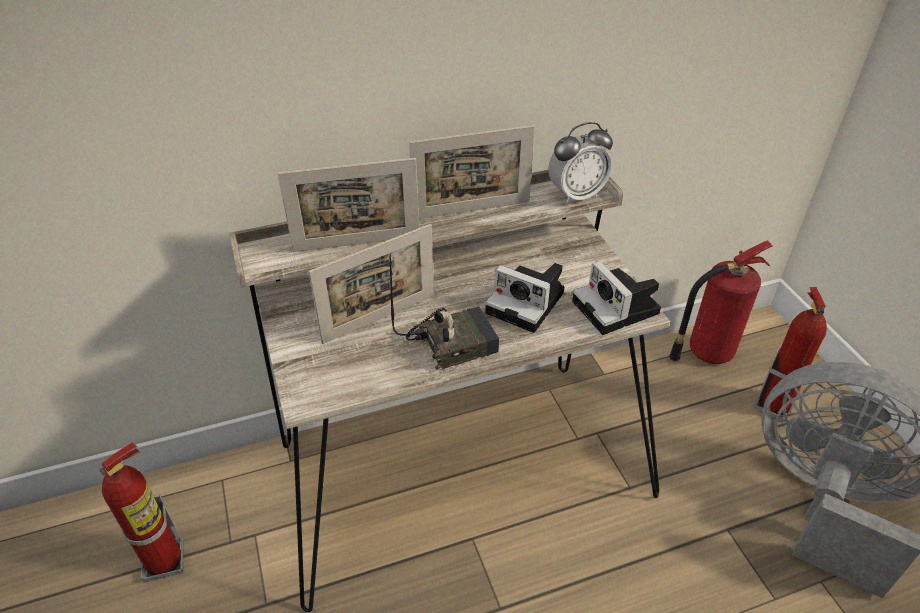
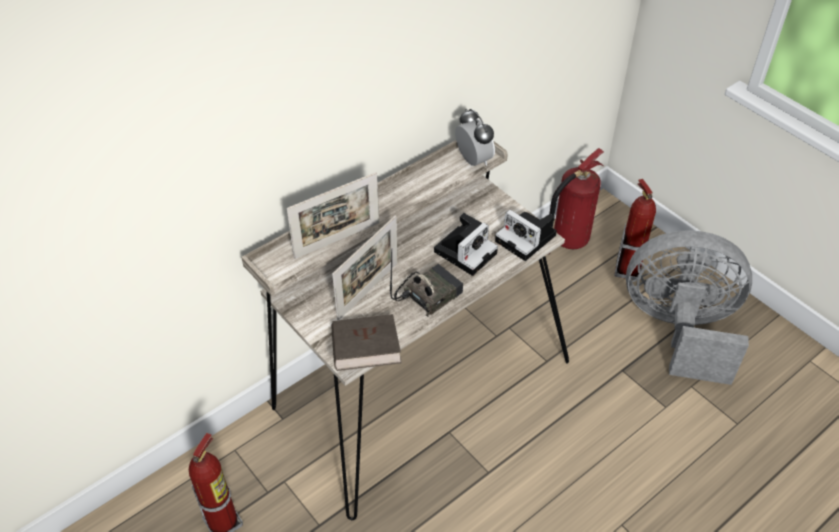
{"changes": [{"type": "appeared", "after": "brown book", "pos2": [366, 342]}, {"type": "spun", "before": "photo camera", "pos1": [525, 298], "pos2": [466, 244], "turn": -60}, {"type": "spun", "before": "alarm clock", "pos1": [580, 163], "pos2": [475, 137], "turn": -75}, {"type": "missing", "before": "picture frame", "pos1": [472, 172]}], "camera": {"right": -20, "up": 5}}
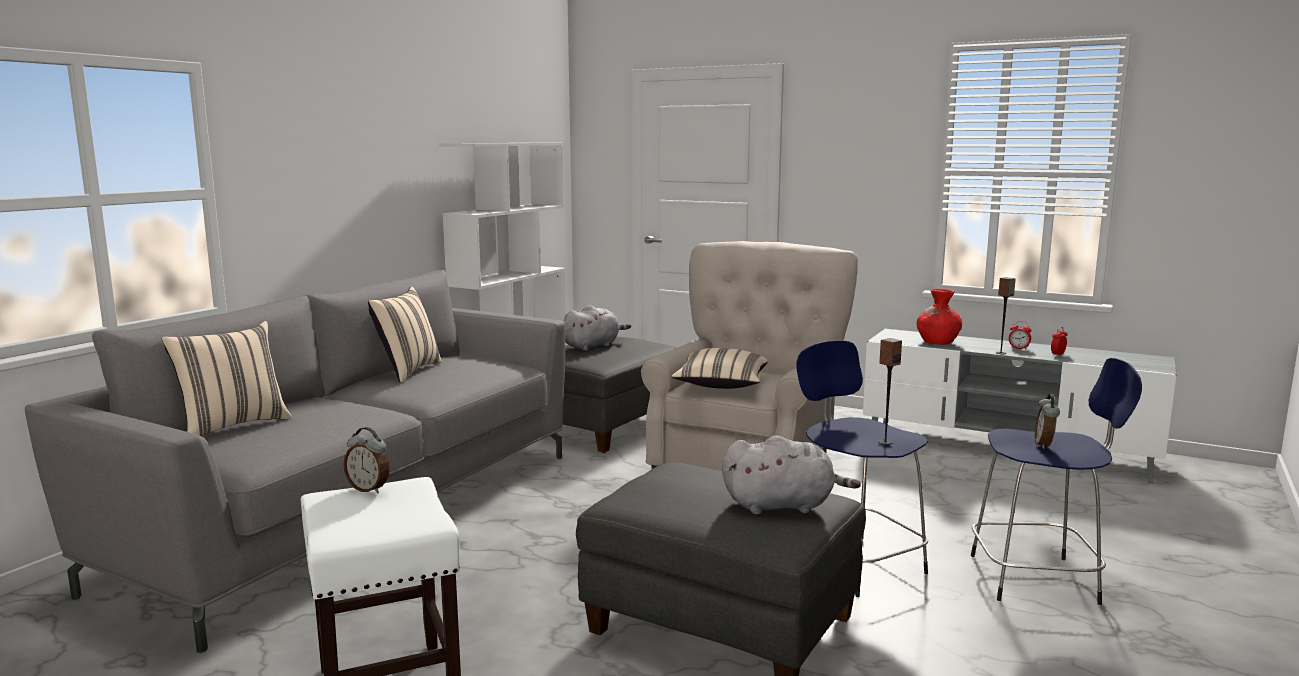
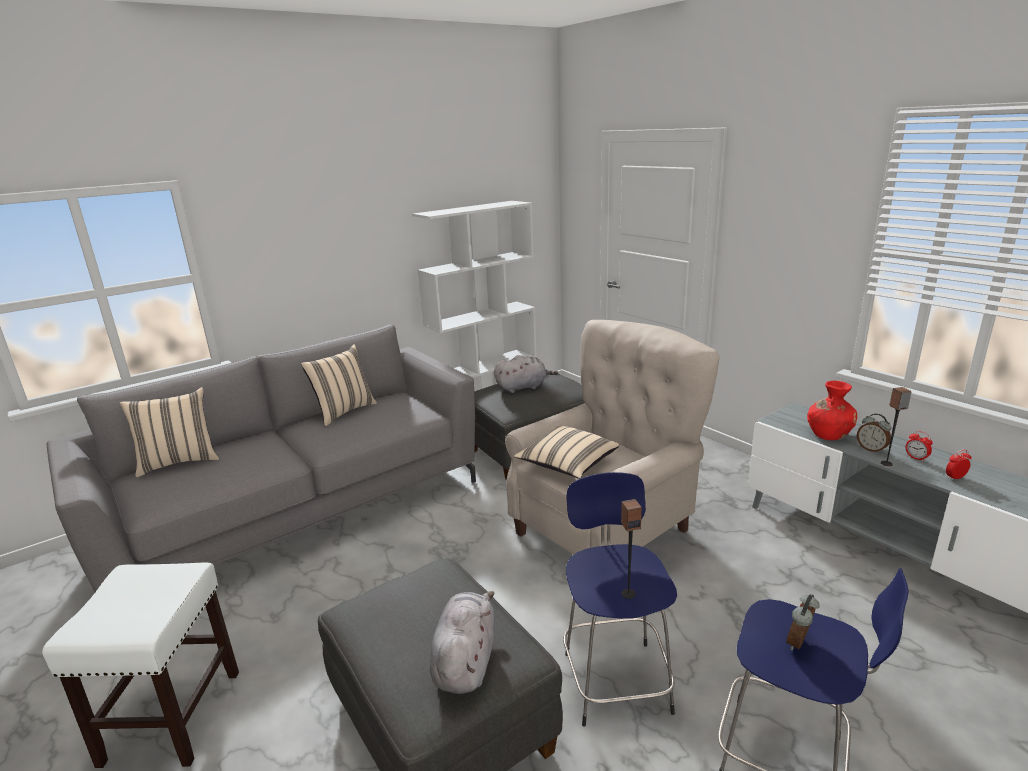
{"changes": [{"type": "spun", "before": "grey plush toy", "pos1": [791, 475], "pos2": [462, 642], "turn": -105}, {"type": "relocated", "before": "alarm clock", "pos1": [367, 460], "pos2": [874, 433]}], "camera": {"right": 25, "up": 10}}
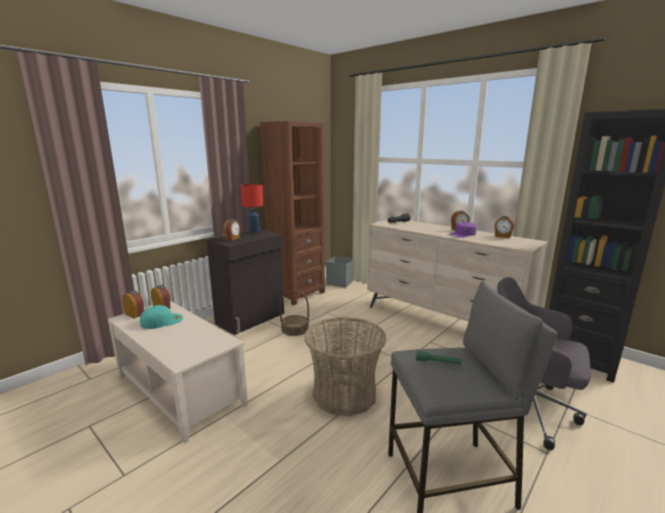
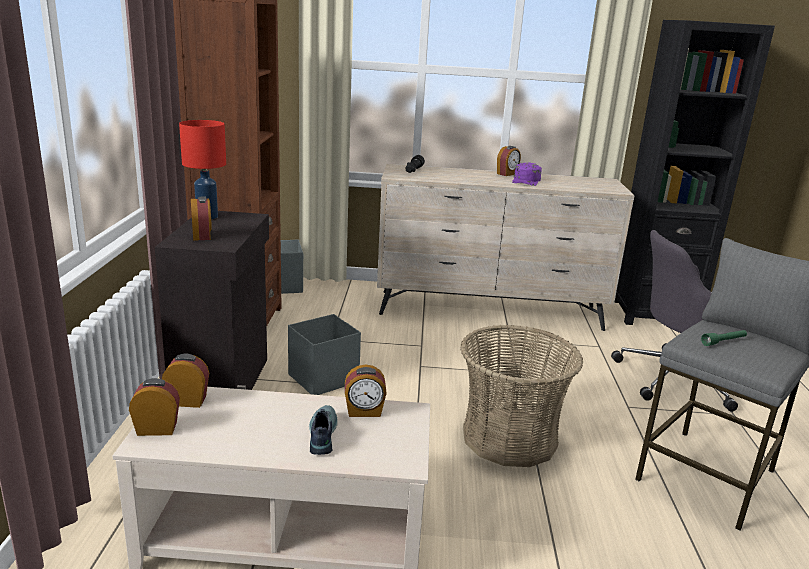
{"changes": [{"type": "exchanged", "before": "basket", "after": "grey storage box", "pos1": [294, 313], "pos2": [324, 354]}, {"type": "appeared", "after": "shoe", "pos2": [323, 430]}, {"type": "relocated", "before": "alarm clock", "pos1": [505, 227], "pos2": [366, 390]}, {"type": "missing", "before": "turquoise cap", "pos1": [161, 317]}], "camera": {"right": -40, "up": 5}}
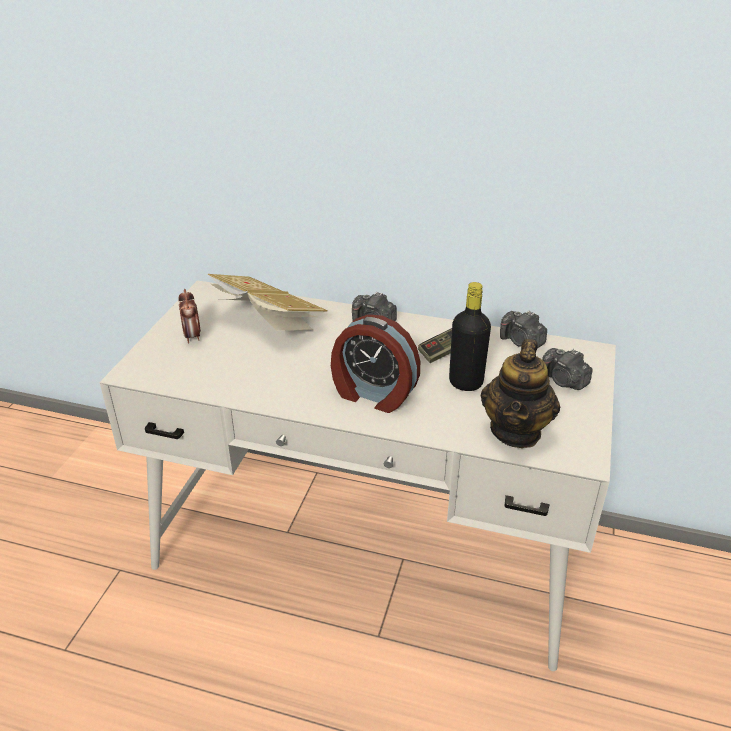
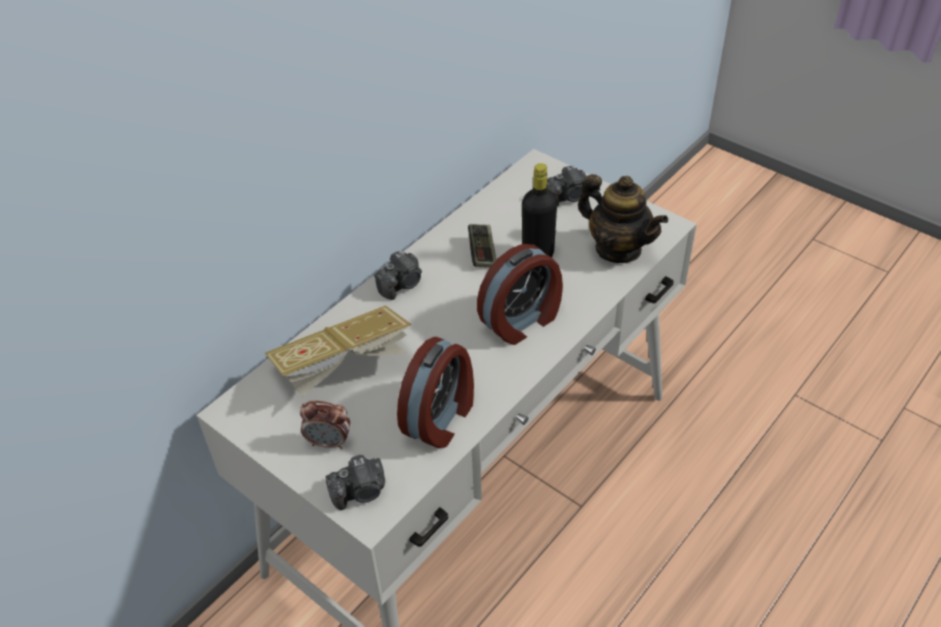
{"changes": [{"type": "relocated", "before": "photo camera", "pos1": [523, 329], "pos2": [355, 482]}, {"type": "appeared", "after": "alarm clock", "pos2": [435, 392]}], "camera": {"right": -65, "up": 10}}
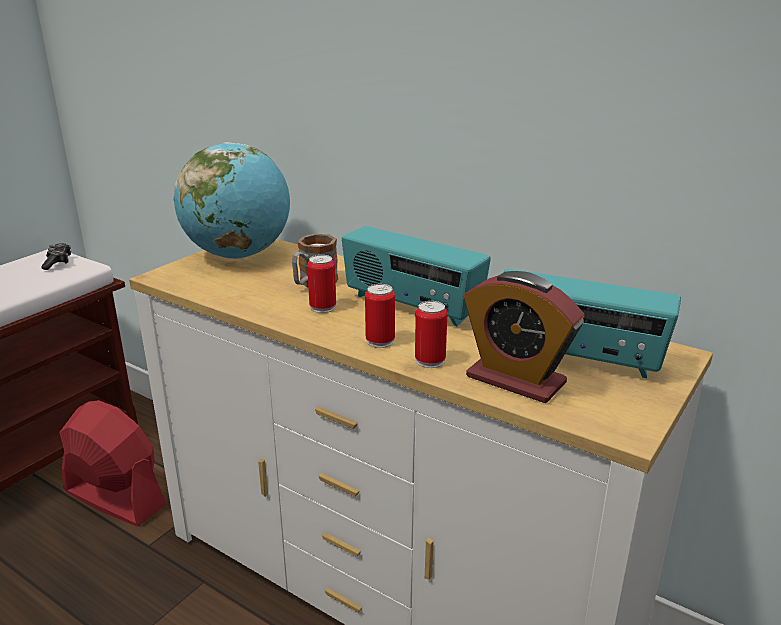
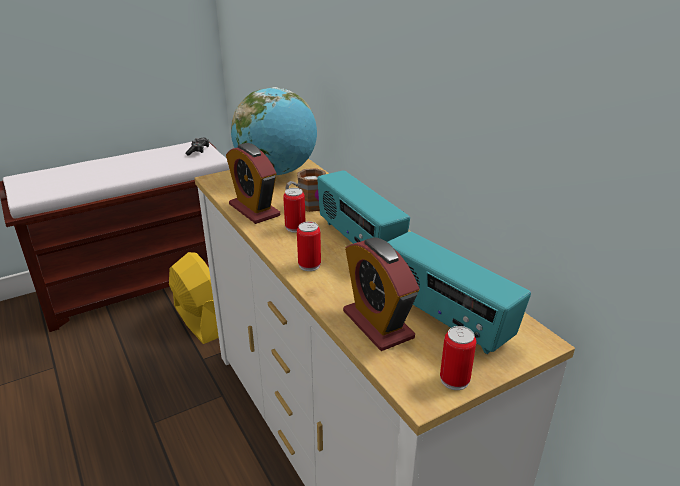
{"changes": [{"type": "colour", "before": "red fan", "after": "yellow fan", "pos1": [113, 463], "pos2": [194, 298]}, {"type": "appeared", "after": "alarm clock", "pos2": [253, 183]}, {"type": "relocated", "before": "can", "pos1": [431, 334], "pos2": [458, 358]}], "camera": {"right": 25, "up": 5}}
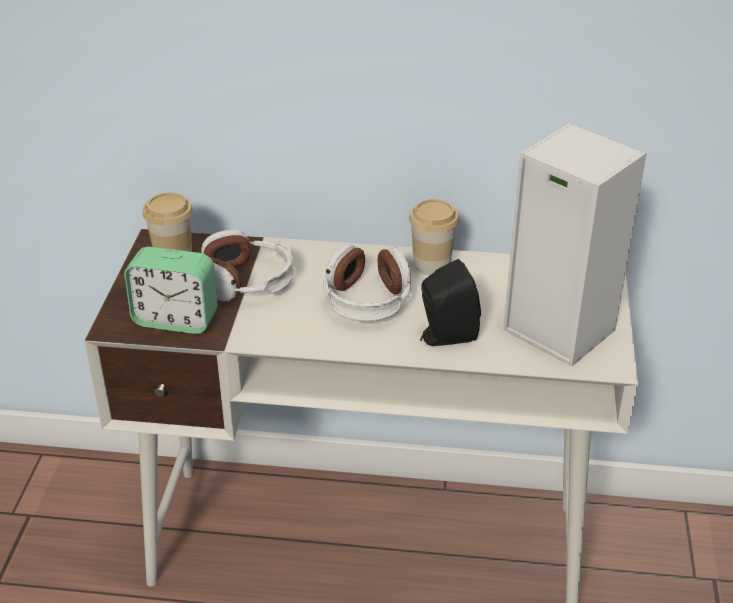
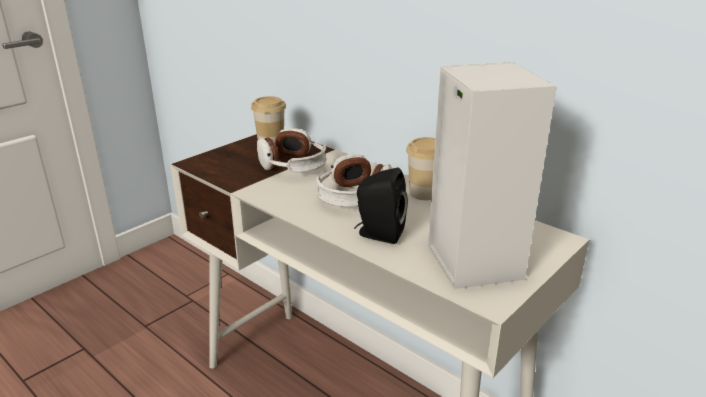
{"changes": [{"type": "missing", "before": "alarm clock", "pos1": [171, 290]}], "camera": {"right": 35, "up": -10}}
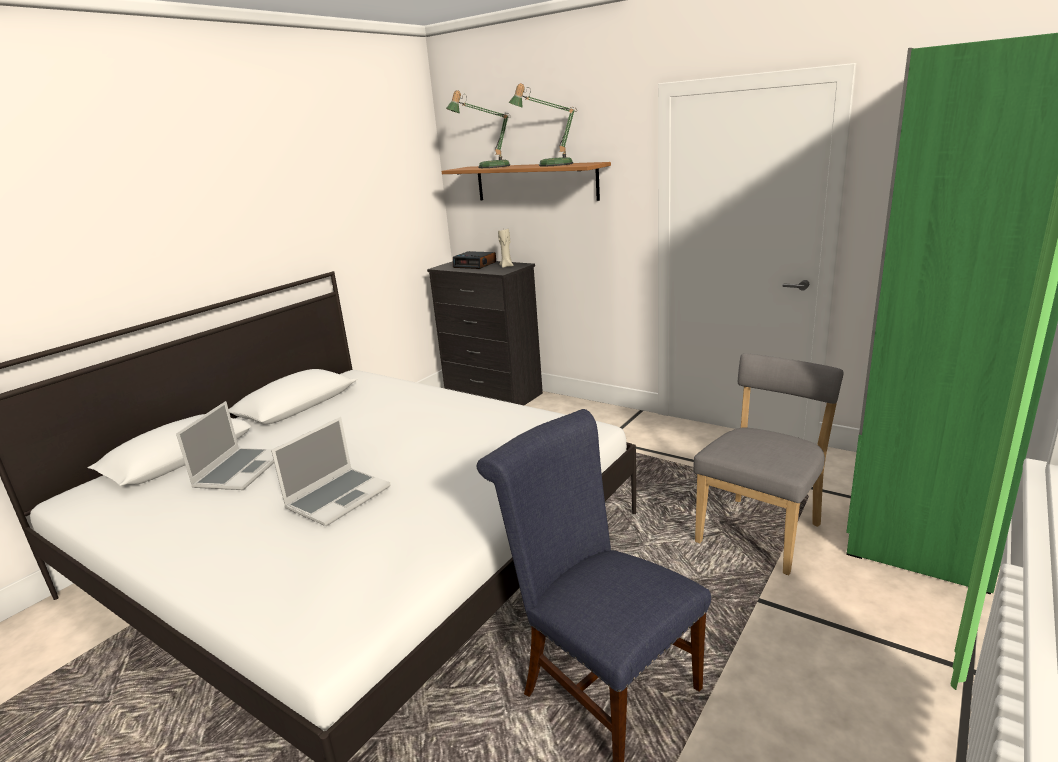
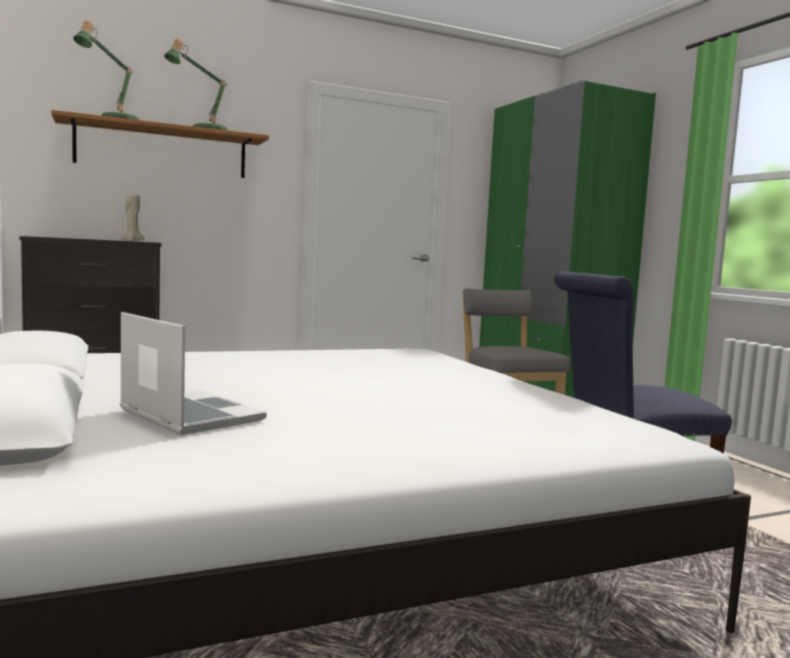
{"changes": [{"type": "missing", "before": "laptop", "pos1": [331, 471]}, {"type": "missing", "before": "alarm clock", "pos1": [474, 260]}], "camera": {"right": -60, "up": -15}}
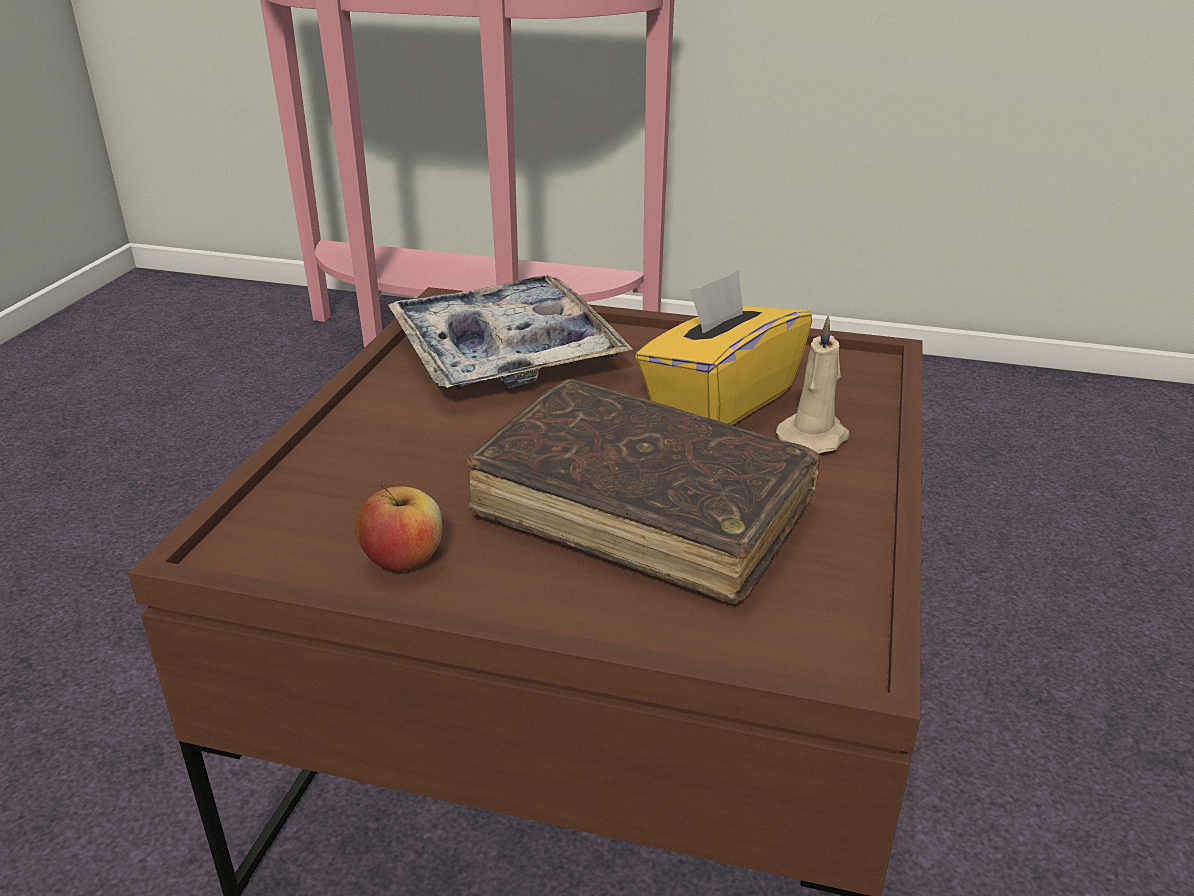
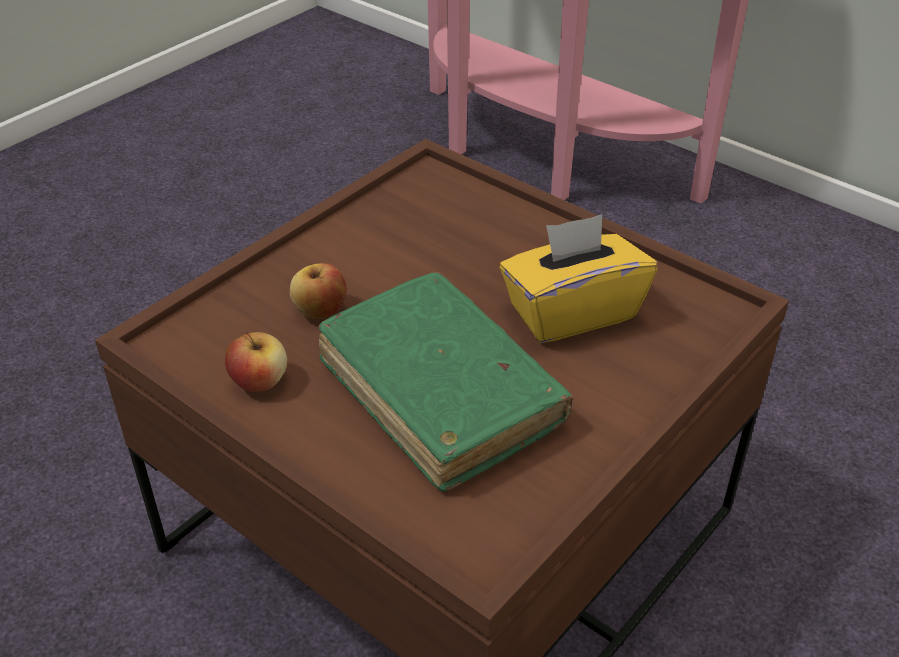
{"changes": [{"type": "appeared", "after": "apple", "pos2": [318, 291]}, {"type": "colour", "before": "brown book", "after": "green book", "pos1": [643, 491], "pos2": [445, 382]}, {"type": "missing", "before": "tray", "pos1": [510, 332]}, {"type": "missing", "before": "beige candle", "pos1": [813, 384]}], "camera": {"right": 25, "up": 10}}
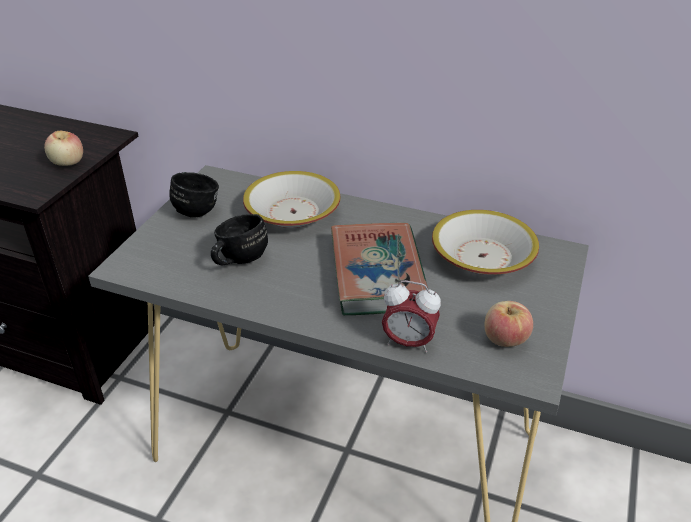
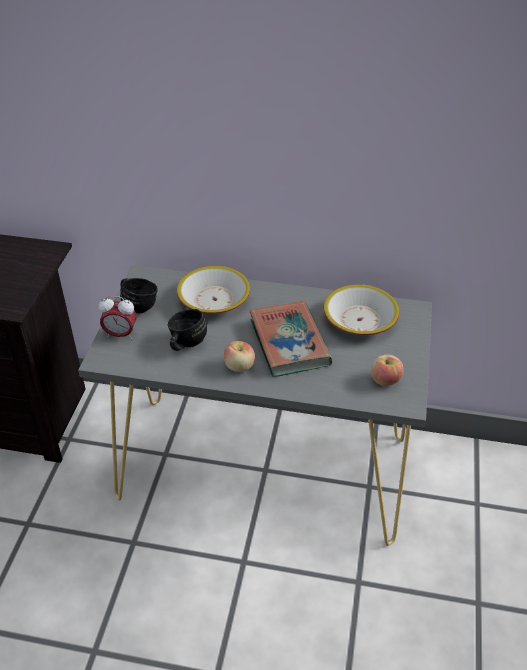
{"changes": [{"type": "relocated", "before": "alarm clock", "pos1": [411, 316], "pos2": [117, 318]}, {"type": "relocated", "before": "apple", "pos1": [63, 148], "pos2": [239, 356]}], "camera": {"right": -10, "up": 5}}
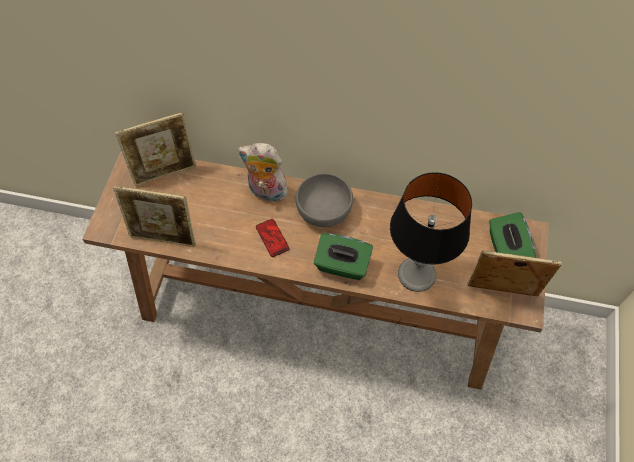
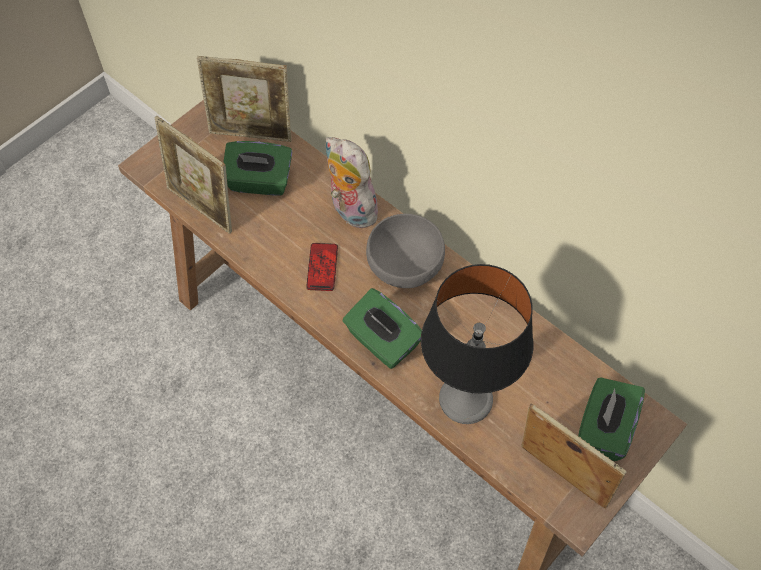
{"changes": [{"type": "appeared", "after": "green tissue box", "pos2": [257, 168]}], "camera": {"right": 30, "up": 0}}
